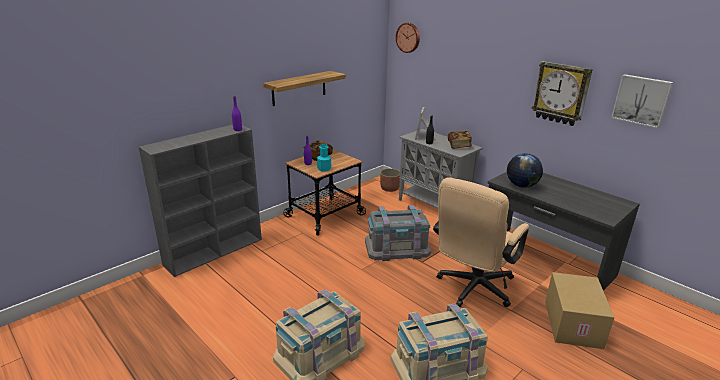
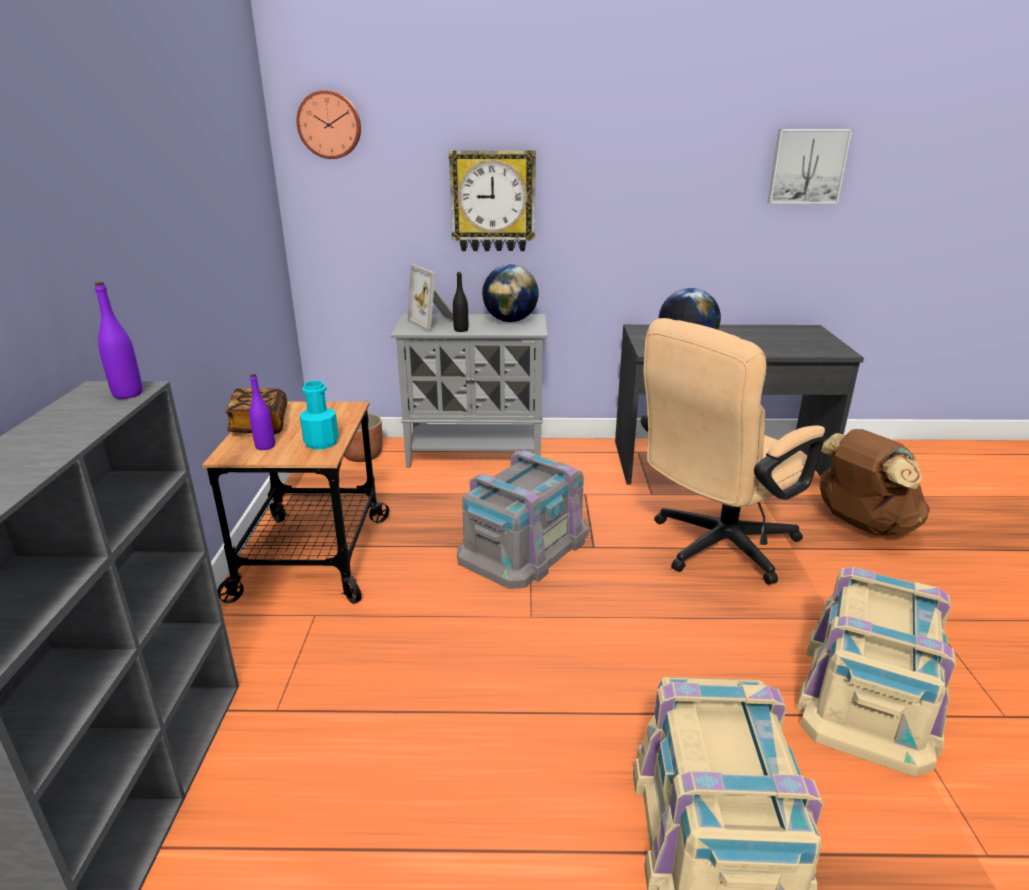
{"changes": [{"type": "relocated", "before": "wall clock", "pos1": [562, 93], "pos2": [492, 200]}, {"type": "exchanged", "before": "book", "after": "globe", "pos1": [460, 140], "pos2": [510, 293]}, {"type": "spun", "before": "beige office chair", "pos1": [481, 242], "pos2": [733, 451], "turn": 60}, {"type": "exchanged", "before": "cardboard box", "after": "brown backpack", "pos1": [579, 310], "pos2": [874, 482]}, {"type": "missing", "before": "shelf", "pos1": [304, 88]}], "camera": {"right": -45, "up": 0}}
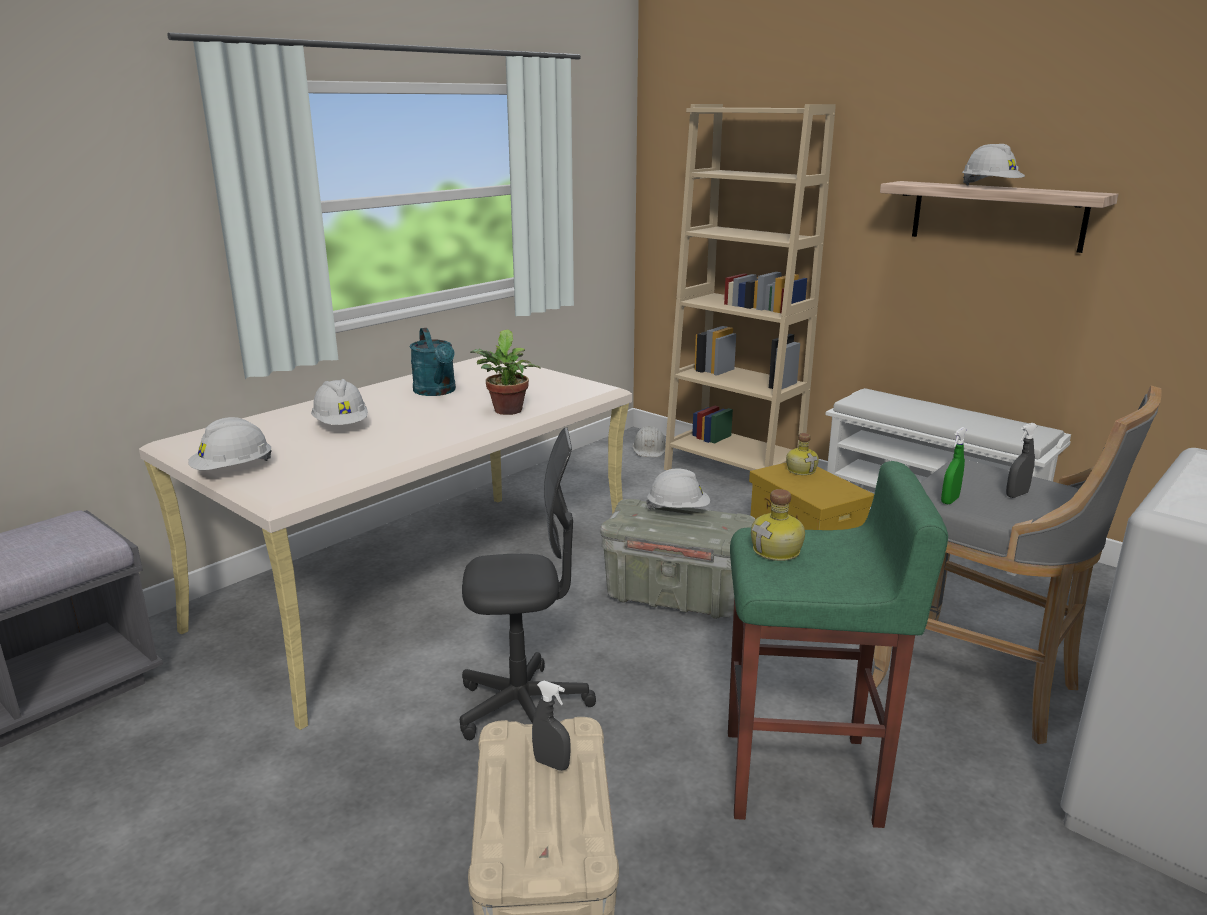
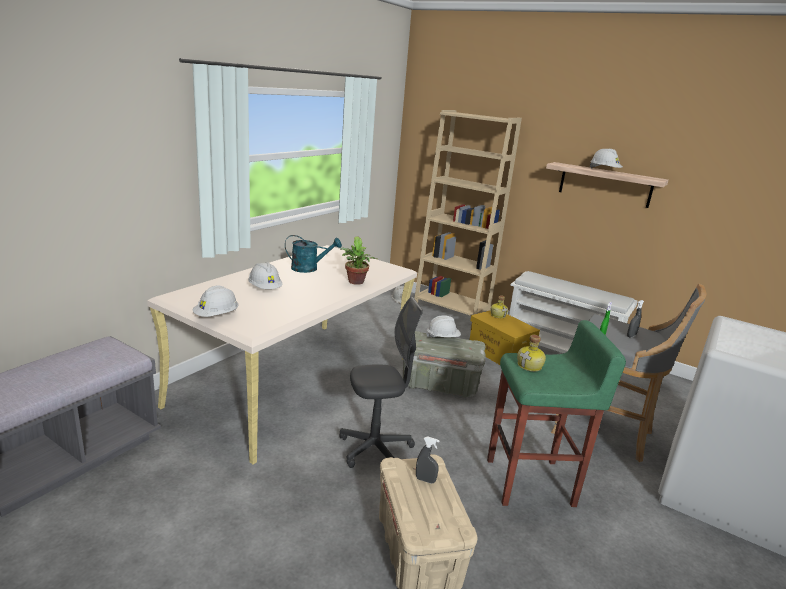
{"changes": [{"type": "spun", "before": "turquoise watering can", "pos1": [433, 362], "pos2": [313, 254], "turn": -60}], "camera": {"right": -10, "up": 0}}
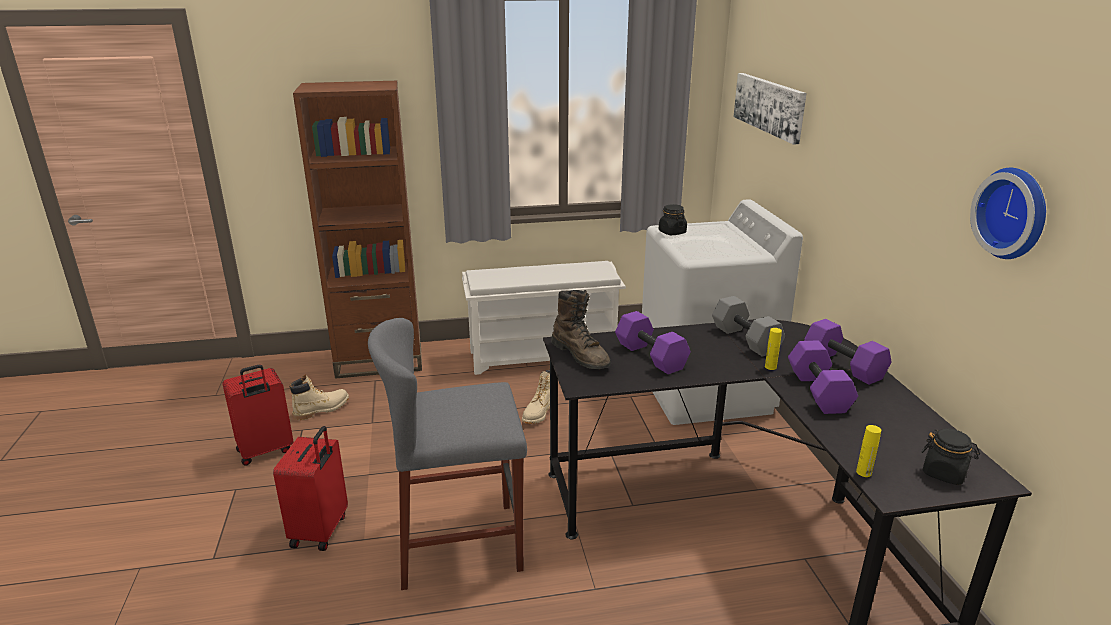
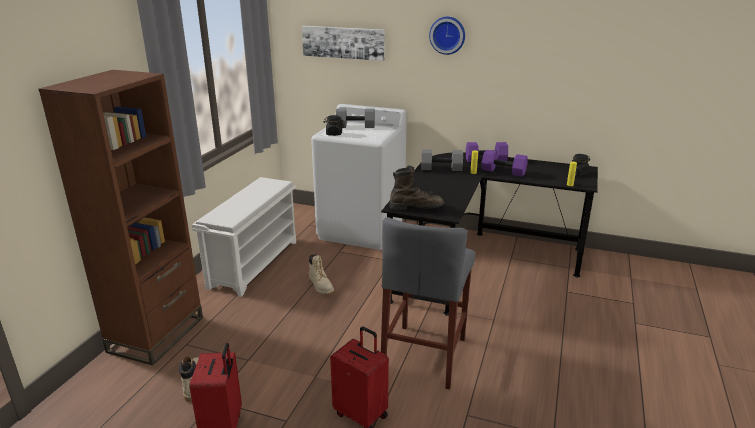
{"changes": [{"type": "appeared", "after": "grey dumbbell", "pos2": [355, 118]}, {"type": "relocated", "before": "wall clock", "pos1": [1008, 213], "pos2": [447, 36]}, {"type": "missing", "before": "purple dumbbell", "pos1": [653, 342]}], "camera": {"right": -60, "up": 0}}
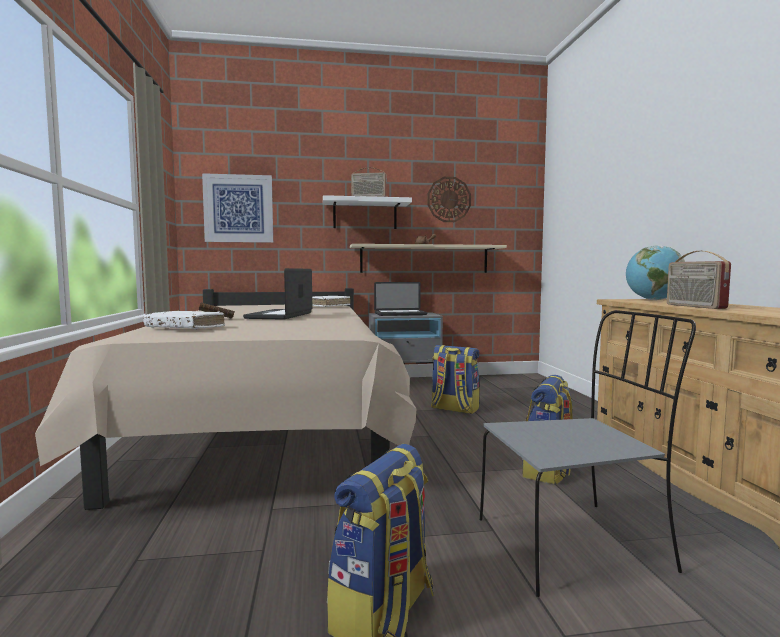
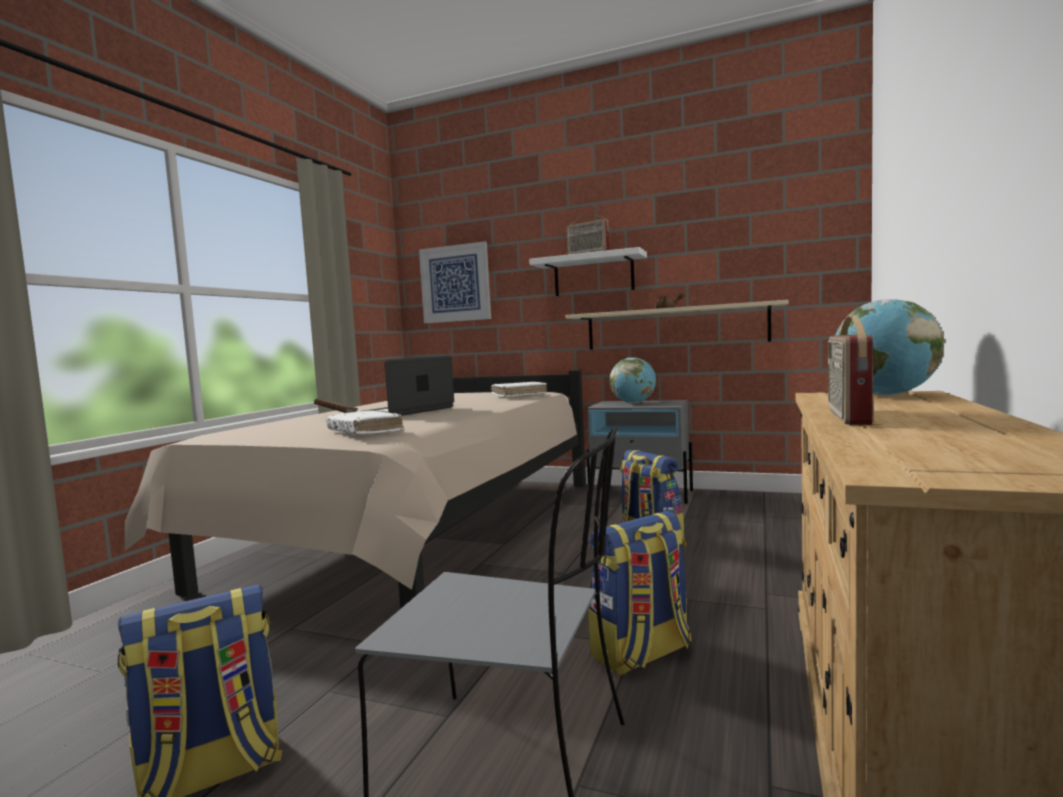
{"changes": [{"type": "relocated", "before": "white book", "pos1": [184, 319], "pos2": [364, 422]}, {"type": "exchanged", "before": "laptop", "after": "globe", "pos1": [400, 299], "pos2": [633, 380]}, {"type": "missing", "before": "wall clock", "pos1": [449, 199]}], "camera": {"right": 30, "up": 0}}
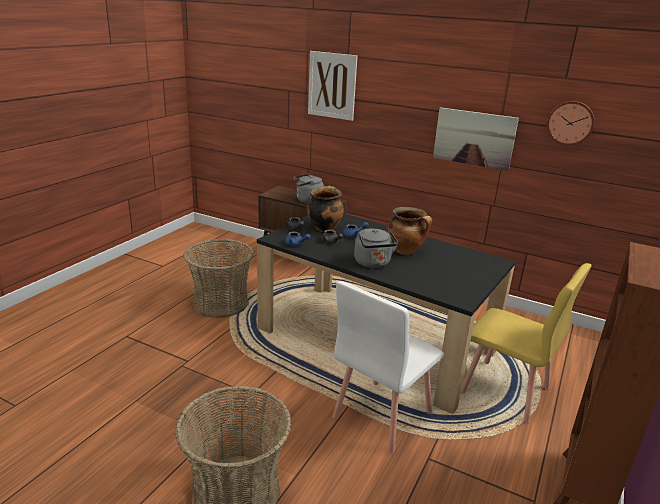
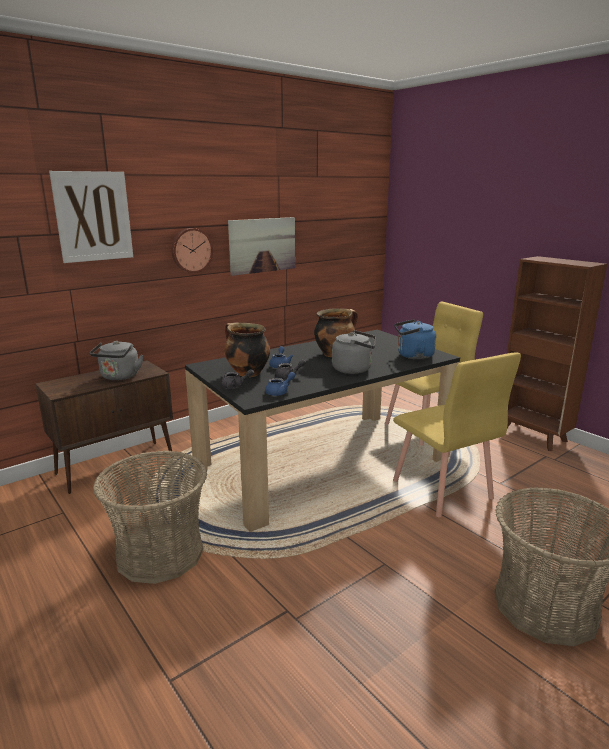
{"changes": [{"type": "relocated", "before": "wall clock", "pos1": [571, 123], "pos2": [192, 250]}, {"type": "colour", "before": "white chair", "after": "yellow chair", "pos1": [388, 367], "pos2": [457, 434]}, {"type": "appeared", "after": "blue kettle", "pos2": [415, 339]}], "camera": {"right": -65, "up": -5}}
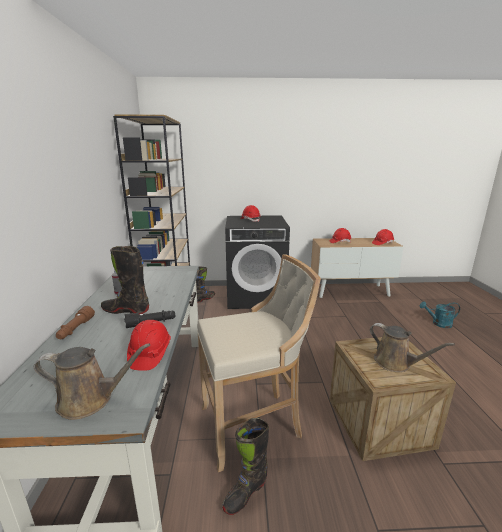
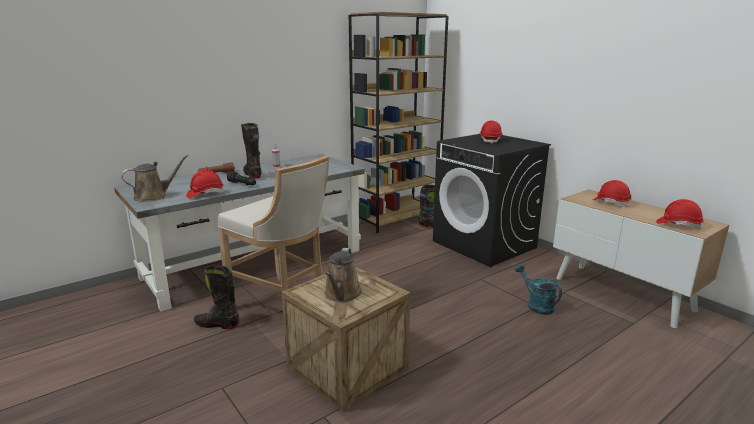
{"changes": [{"type": "spun", "before": "brown watering can", "pos1": [92, 381], "pos2": [155, 177], "turn": -90}, {"type": "relocated", "before": "turquoise watering can", "pos1": [440, 314], "pos2": [538, 289]}], "camera": {"right": 55, "up": 0}}
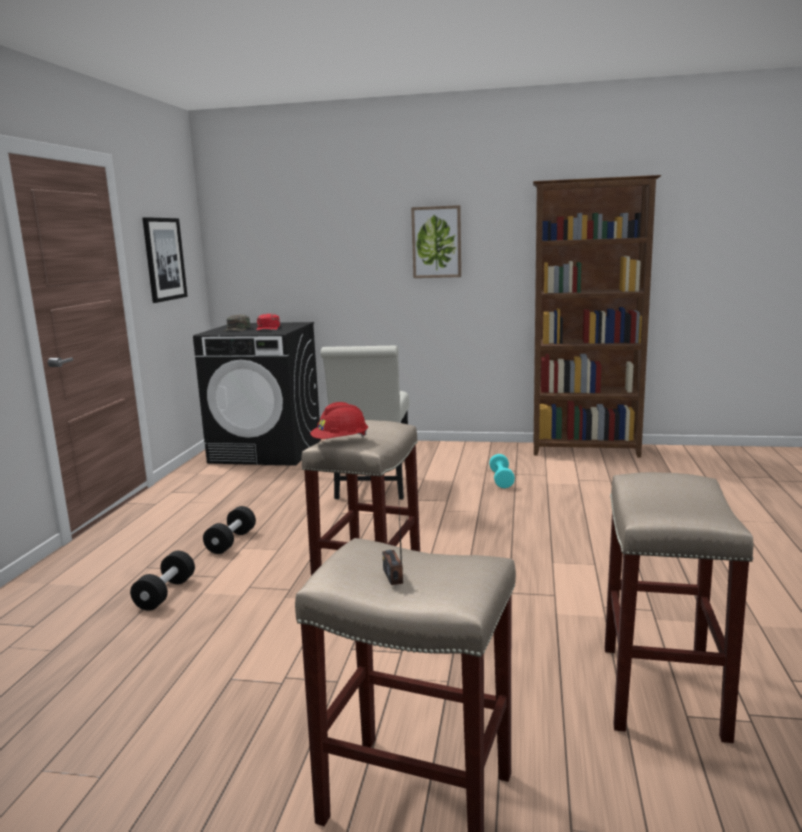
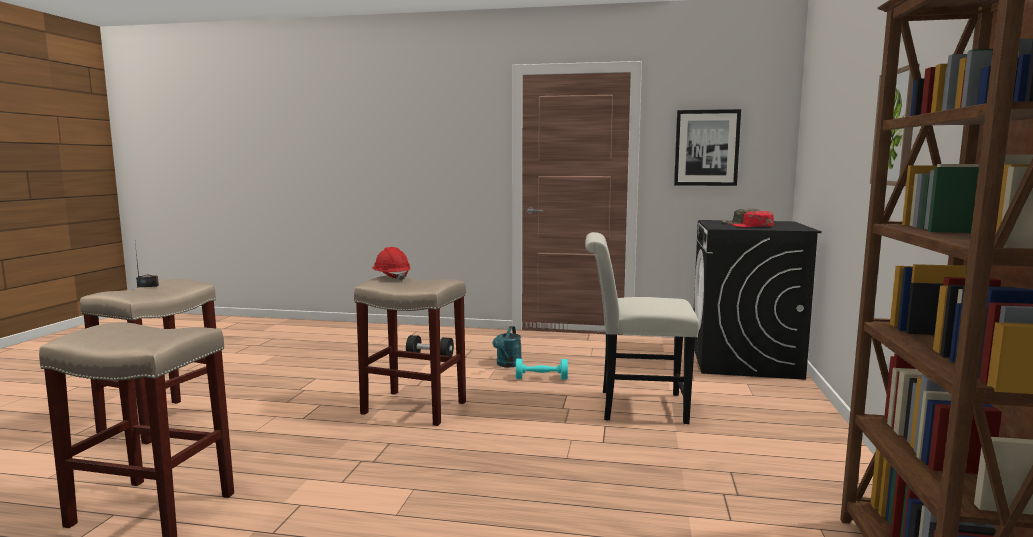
{"changes": [{"type": "exchanged", "before": "black dumbbell", "after": "turquoise watering can", "pos1": [229, 530], "pos2": [507, 346]}, {"type": "relocated", "before": "turquoise dumbbell", "pos1": [502, 471], "pos2": [542, 369]}], "camera": {"right": 90, "up": -5}}
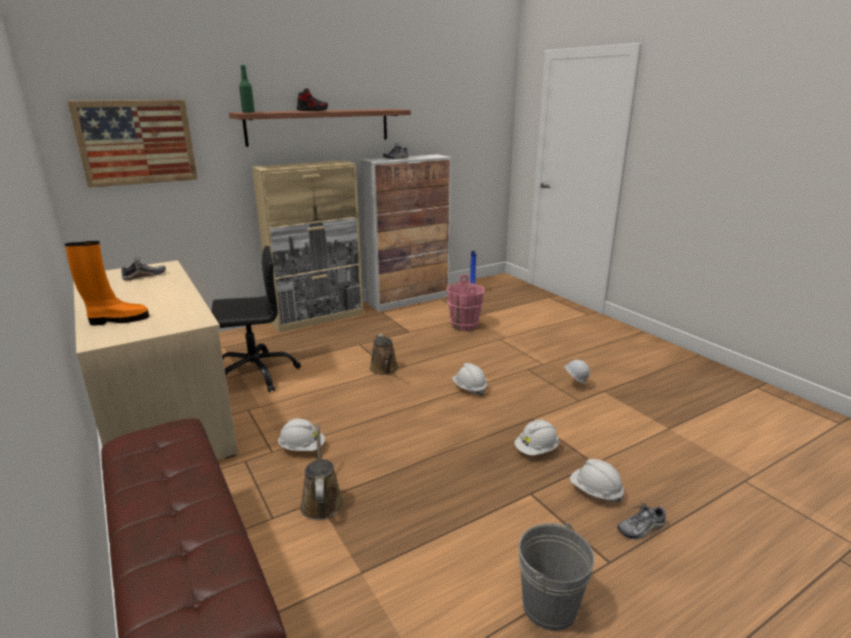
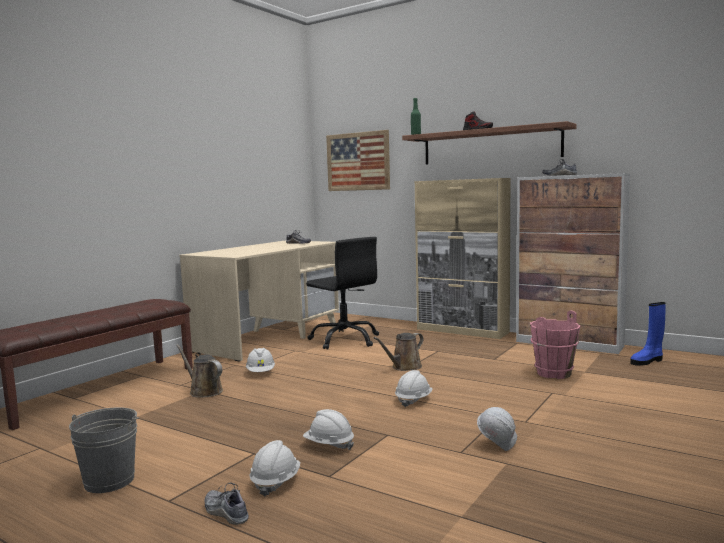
{"changes": [{"type": "spun", "before": "brown watering can", "pos1": [322, 471], "pos2": [199, 371], "turn": -105}, {"type": "missing", "before": "orange boot", "pos1": [107, 283]}], "camera": {"right": 65, "up": -15}}
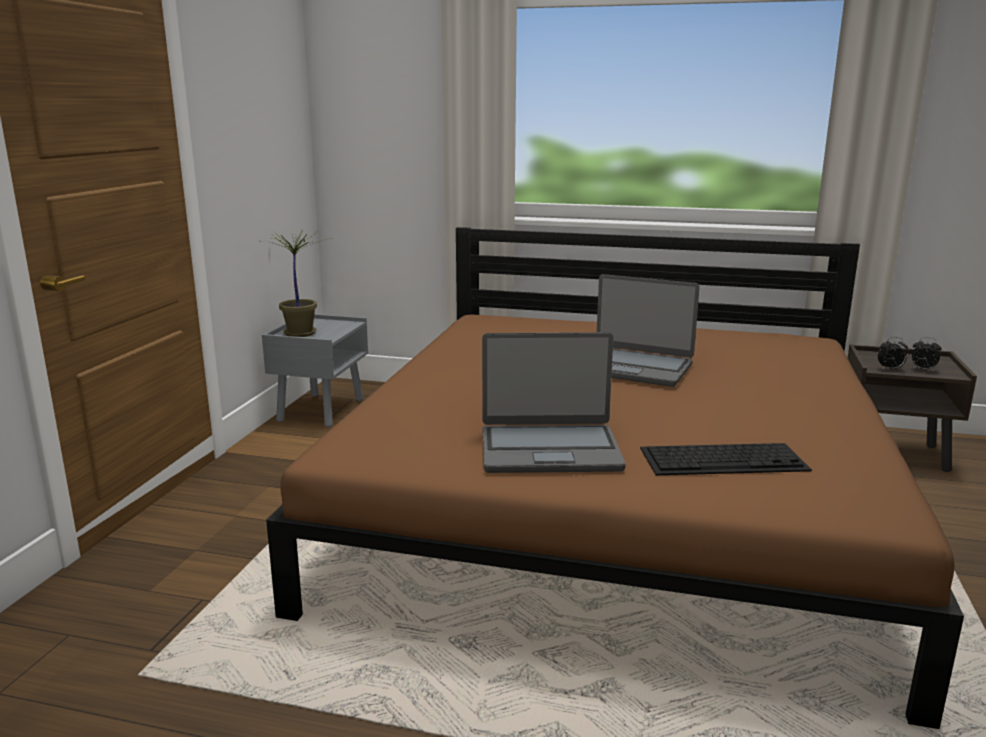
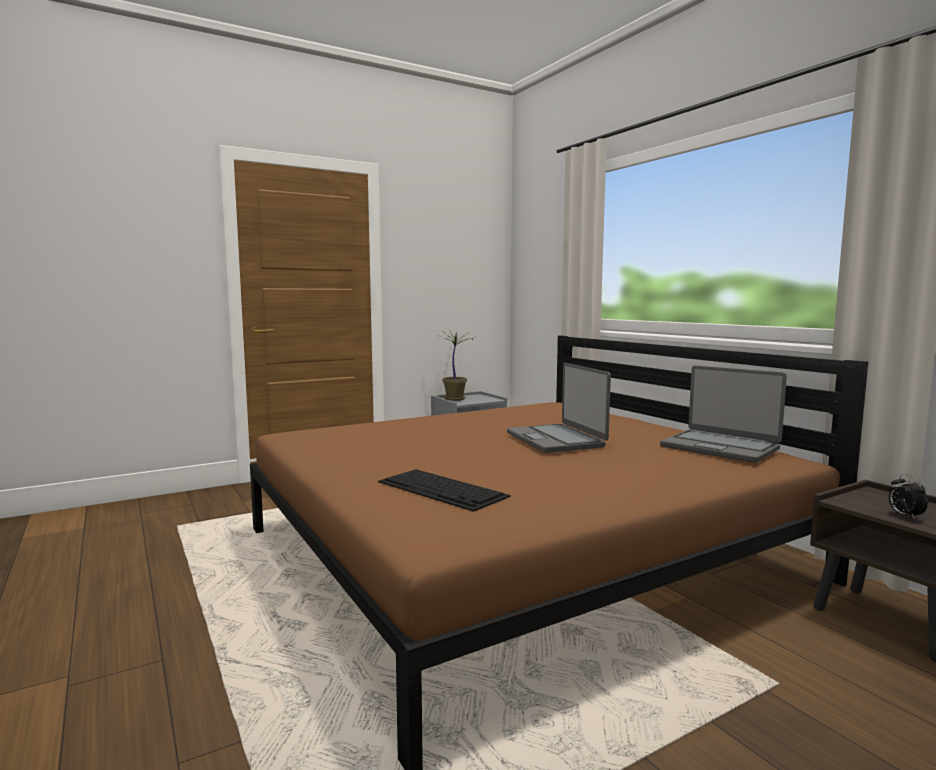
{"changes": [{"type": "relocated", "before": "laptop", "pos1": [554, 402], "pos2": [723, 414]}, {"type": "missing", "before": "alarm clock", "pos1": [893, 353]}], "camera": {"right": 45, "up": -10}}
